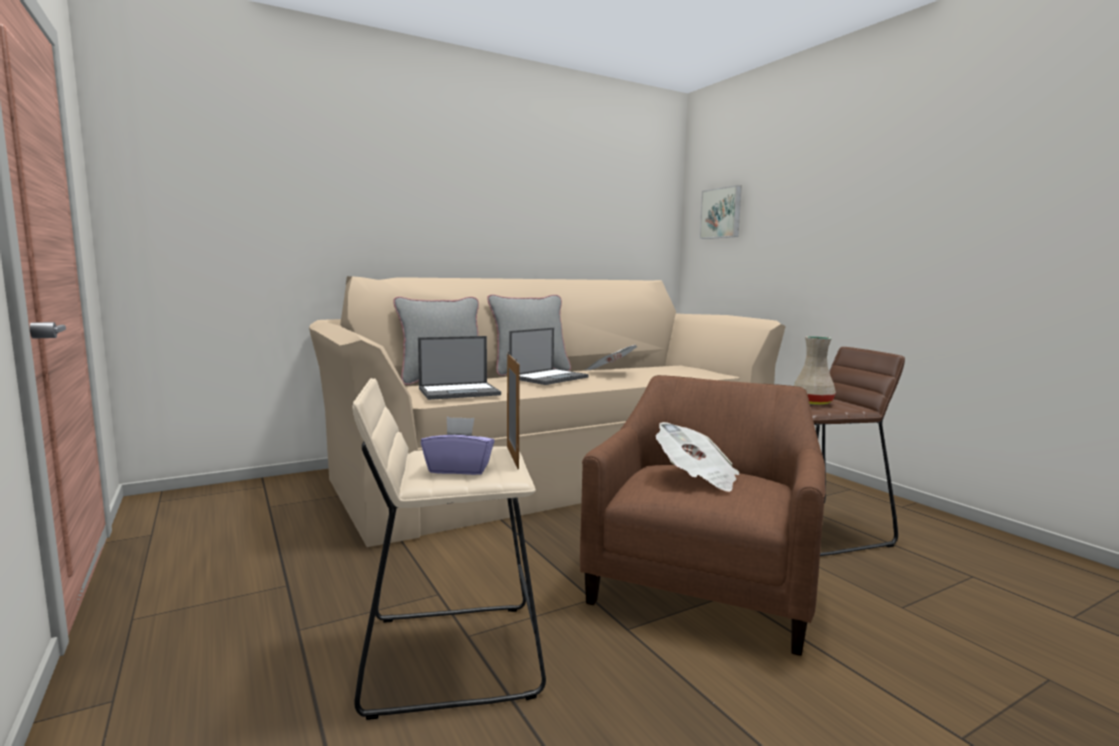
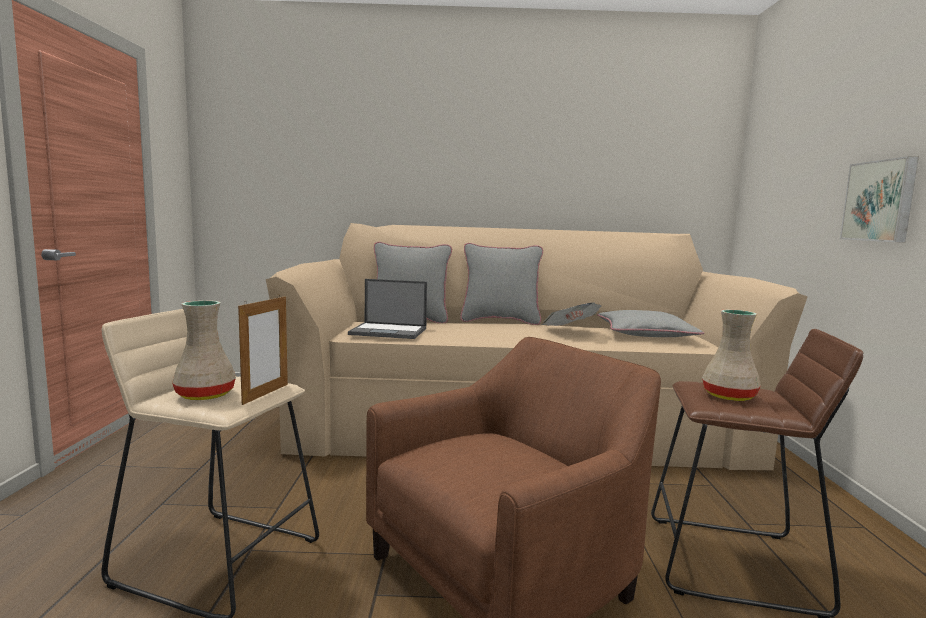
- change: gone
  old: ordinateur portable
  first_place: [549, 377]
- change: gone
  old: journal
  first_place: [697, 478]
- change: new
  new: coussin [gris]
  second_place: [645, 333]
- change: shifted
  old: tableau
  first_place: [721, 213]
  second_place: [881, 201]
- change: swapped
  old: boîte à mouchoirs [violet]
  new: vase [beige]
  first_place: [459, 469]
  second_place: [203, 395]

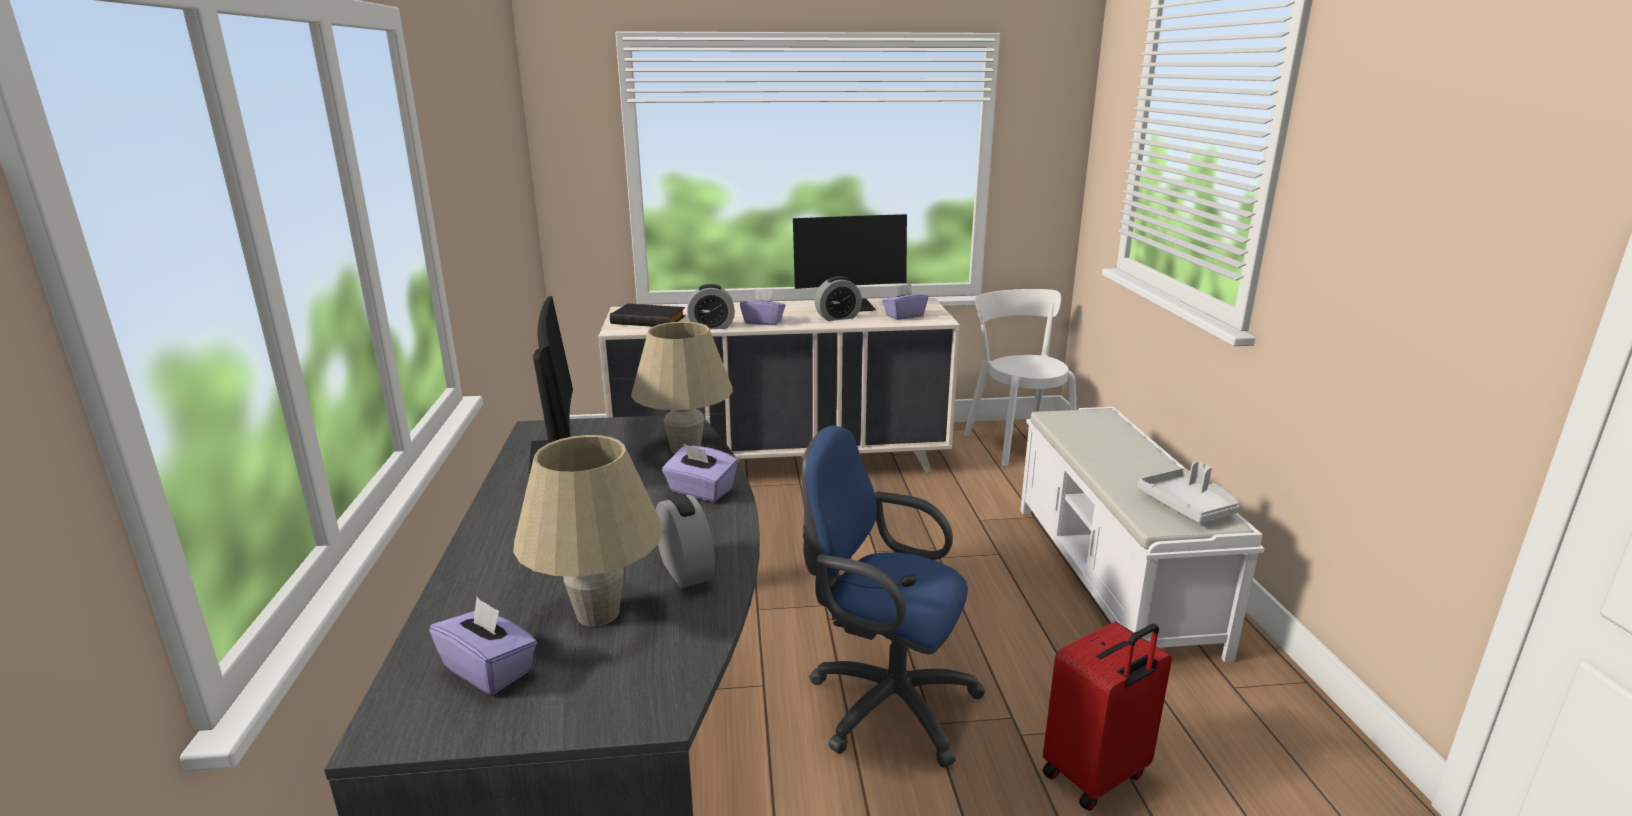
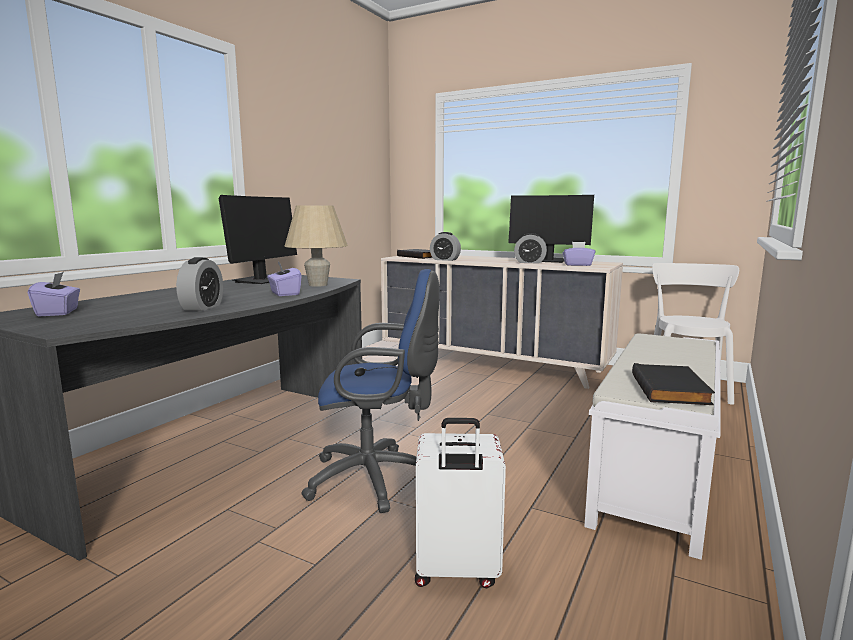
- change: gone
  old: lampe de table [beige]
  first_place: [598, 614]
- change: gone
  old: boîte à mouchoirs [violet]
  first_place: [763, 322]
- change: swapped
  old: plateau [gris]
  new: livre [noir]
  first_place: [1188, 506]
  second_place: [671, 389]
- change: repainted
  old: valise [rouge]
  new: valise [blanc]
  first_place: [1096, 776]
  second_place: [456, 572]
- change: rotated
  old: chaise de bureau [bleu]
  first_place: [884, 703]
  second_place: [377, 479]
  degrees: 120

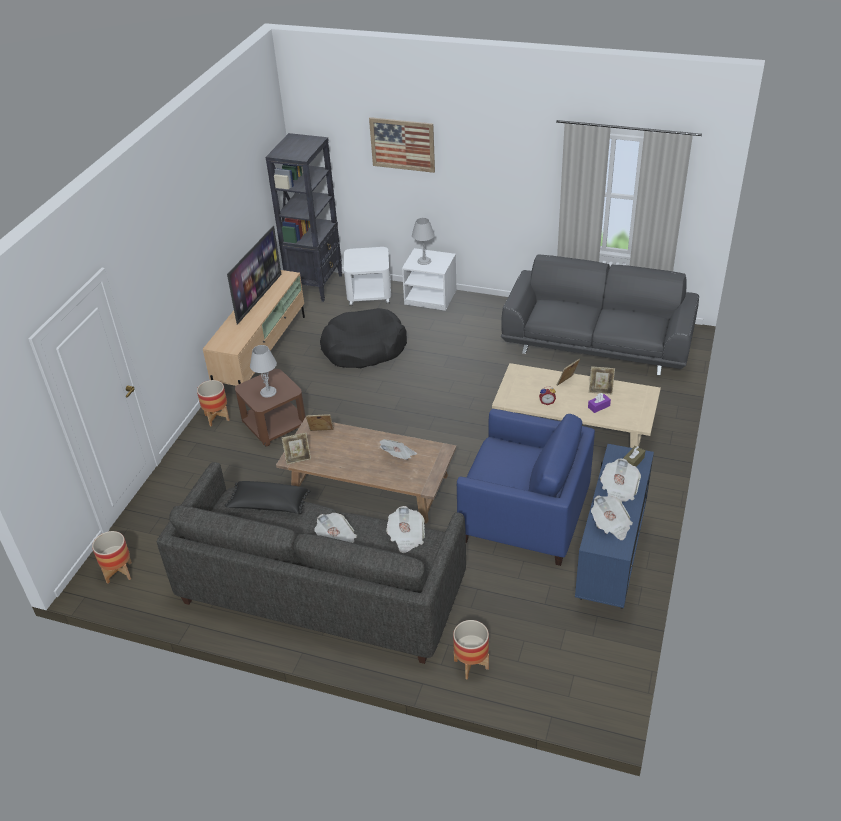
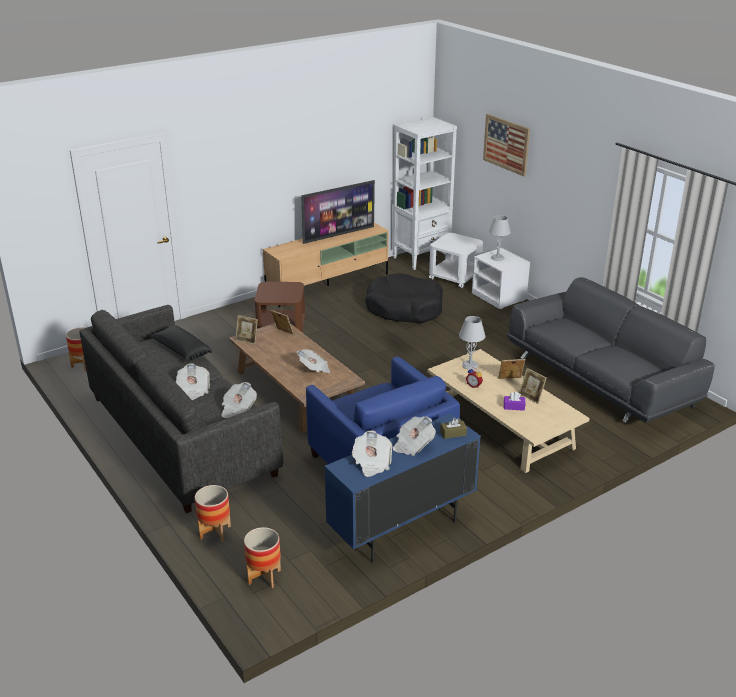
- change: shifted
  old: cache-pot
  first_place: [217, 417]
  second_place: [264, 577]
- change: shifted
  old: lampe de table [gris]
  first_place: [268, 392]
  second_place: [470, 365]
- change: repainted
  old: bibliothèque [noir]
  new: bibliothèque [blanc]
  first_place: [316, 285]
  second_place: [421, 258]

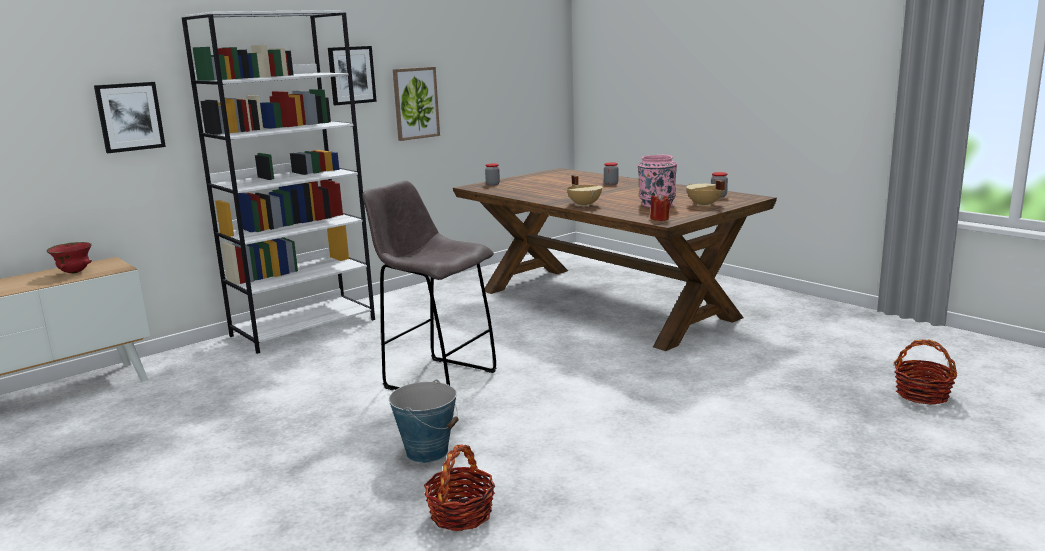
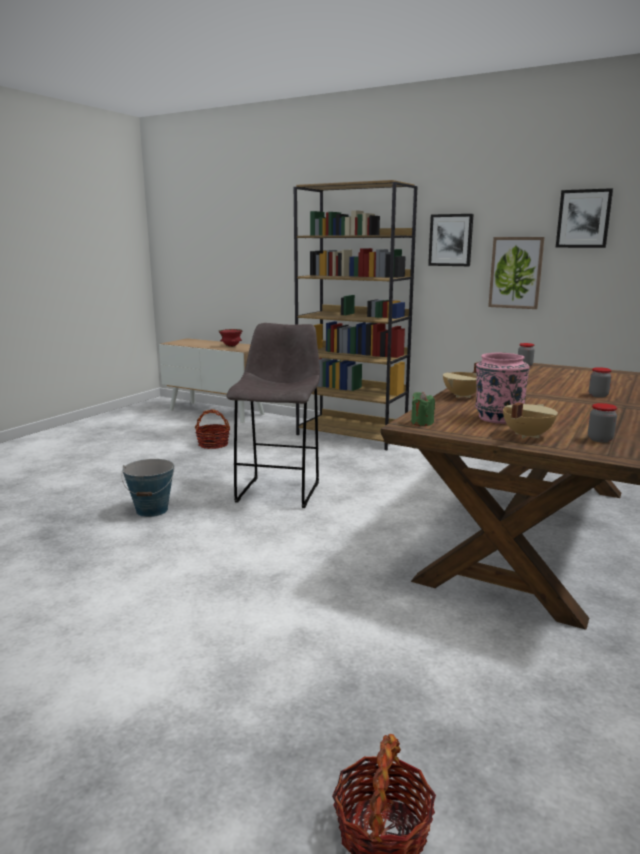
- change: shifted
  old: tableau
  first_place: [130, 117]
  second_place: [583, 218]
- change: shifted
  old: panier
  first_place: [461, 514]
  second_place: [213, 444]
- change: repainted
  old: bibliothèque [blanc]
  new: bibliothèque [marron]
  first_place: [304, 327]
  second_place: [352, 435]
- change: repainted
  old: bougie [rouge]
  new: bougie [vert]
  first_place: [659, 219]
  second_place: [422, 423]

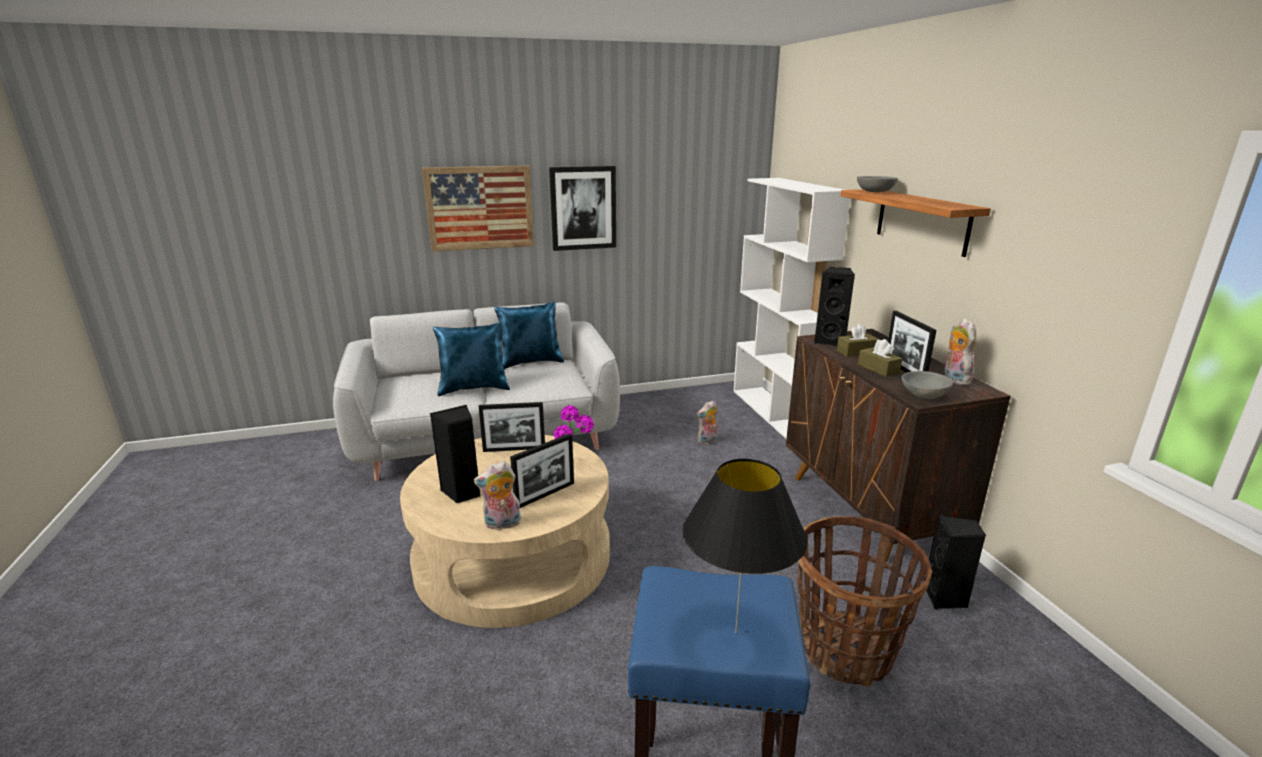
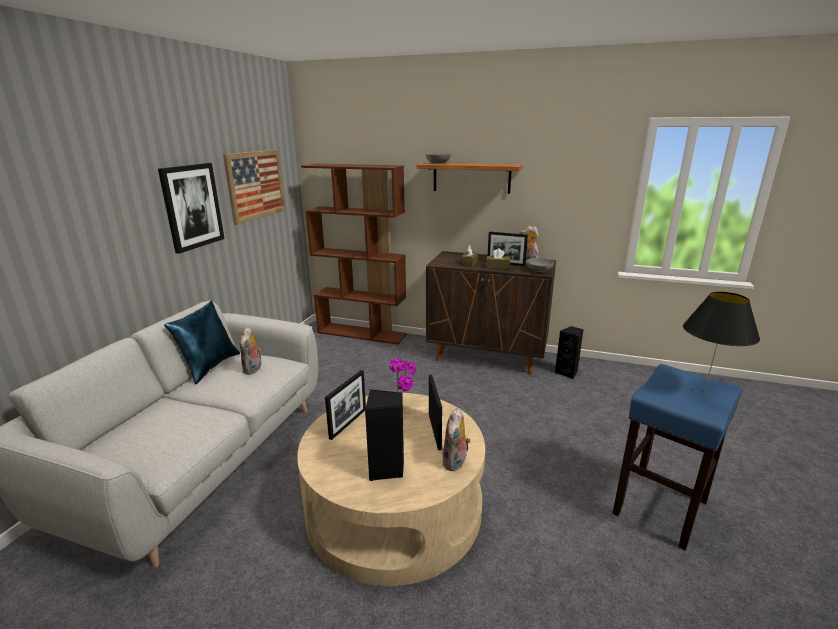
- change: gone
  old: coussin [bleu]
  first_place: [474, 388]
- change: gone
  old: panier
  first_place: [846, 650]
- change: gone
  old: enceinte [noir]
  first_place: [830, 341]
- change: shifted
  old: tableau
  first_place: [480, 208]
  second_place: [256, 185]
- change: shifted
  old: peluche
  first_place: [707, 441]
  second_place: [253, 369]
- change: repainted
  old: bibliothèque [blanc]
  new: bibliothèque [marron]
  first_place: [774, 412]
  second_place: [362, 333]

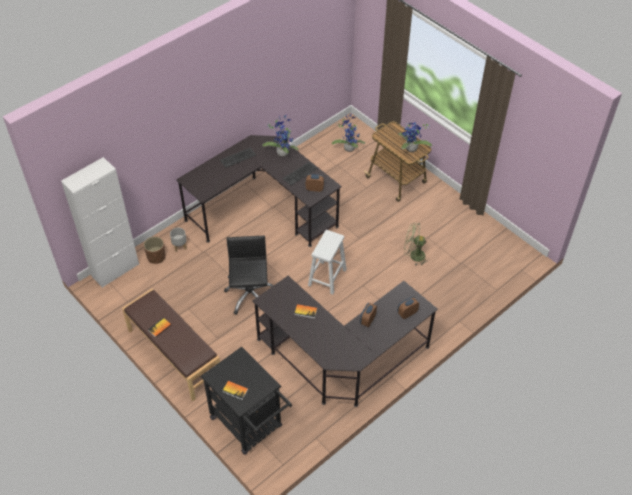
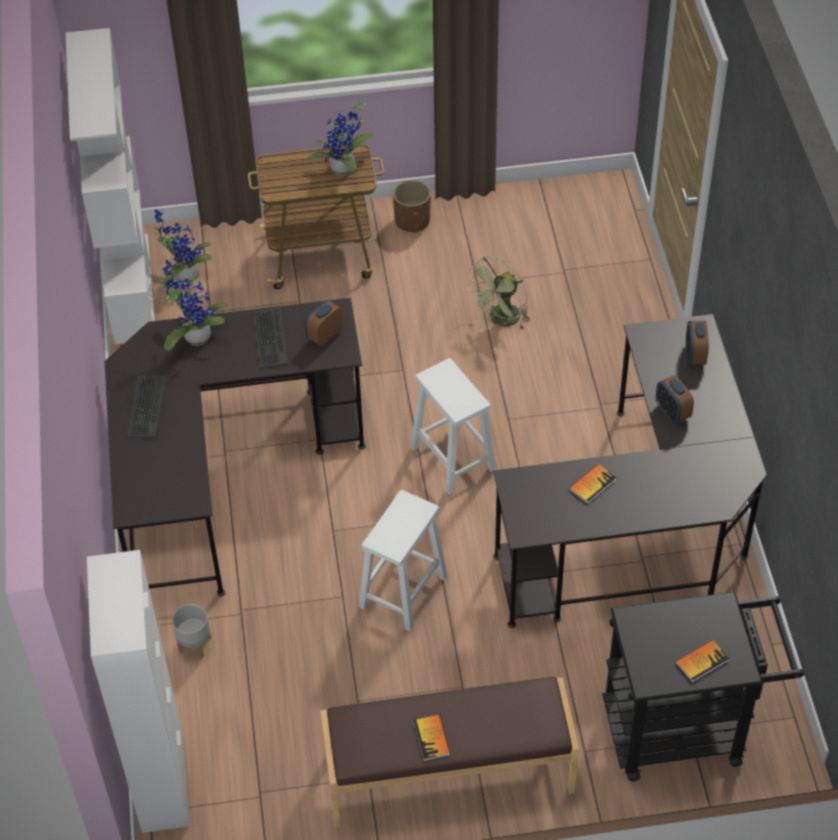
- change: new
  new: bibliothèque [blanc]
  second_place: [130, 288]
- change: shifted
  old: cache-pot [marron]
  first_place: [156, 257]
  second_place: [412, 221]
- change: swapped
  old: chaise de bureau [noir]
  new: tabouret [blanc]
  first_place: [250, 295]
  second_place: [403, 590]

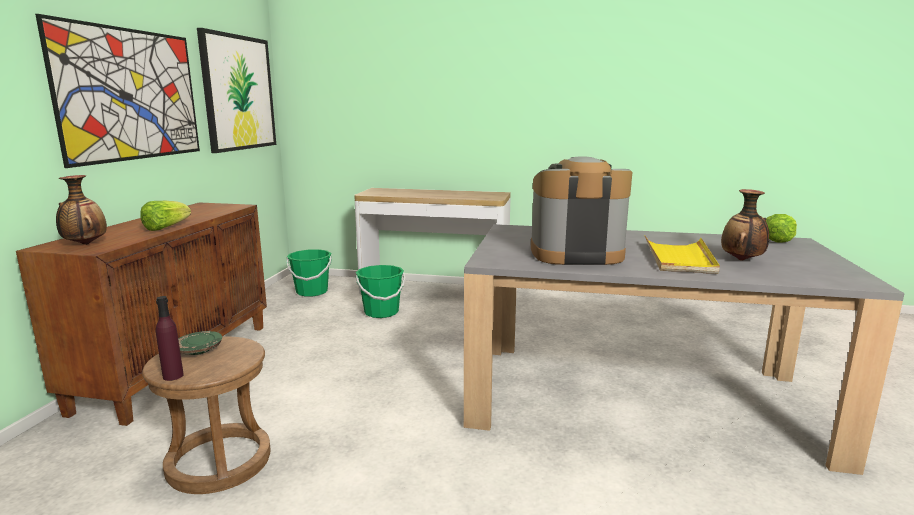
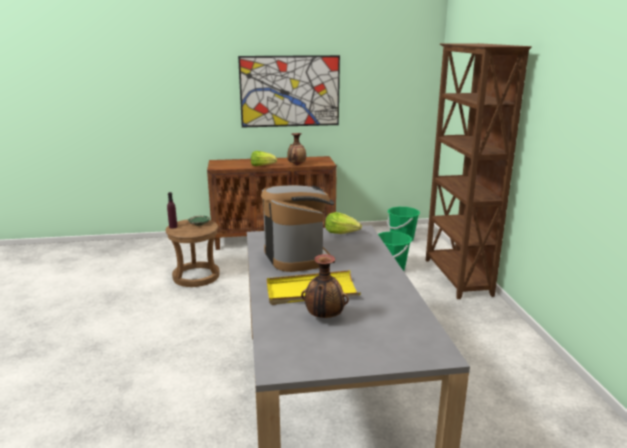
- change: gone
  old: tableau
  first_place: [238, 93]
- change: shifted
  old: vase
  first_place: [85, 244]
  second_place: [296, 165]
- change: shifted
  old: laitue
  first_place: [778, 240]
  second_place: [341, 233]
- change: swapped
  old: table console
  new: bibliothèque [marron]
  first_place: [434, 291]
  second_place: [456, 277]

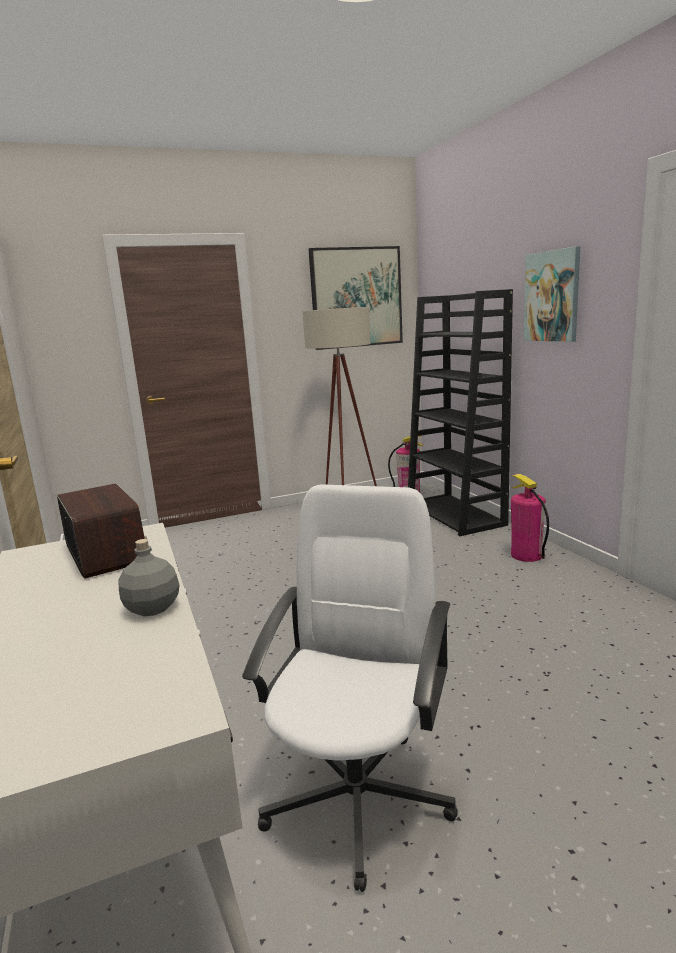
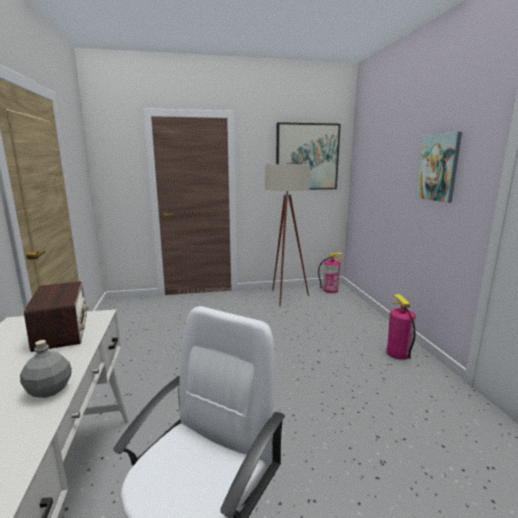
- change: gone
  old: bibliothèque [noir]
  first_place: [456, 515]

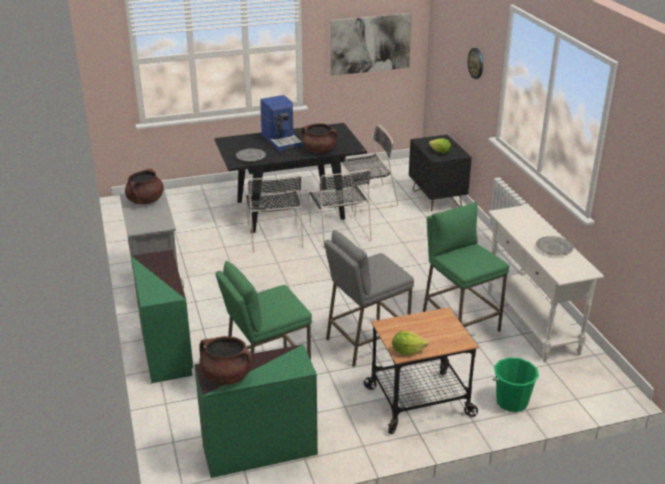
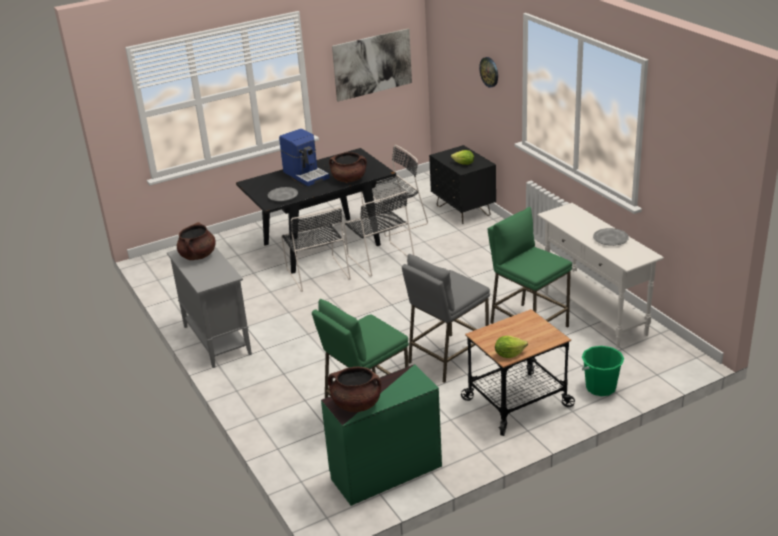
- change: gone
  old: commode [vert]
  first_place: [167, 350]

